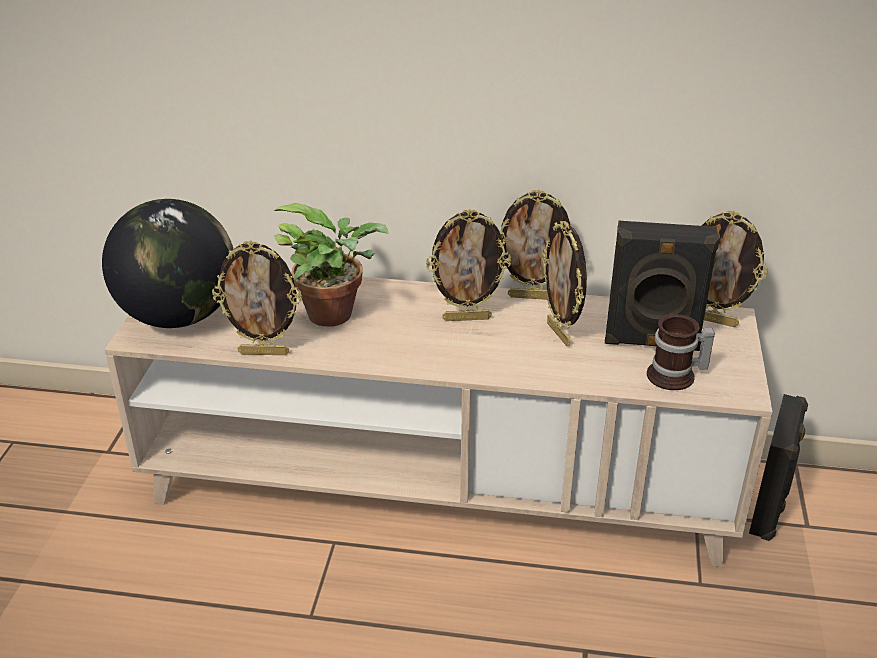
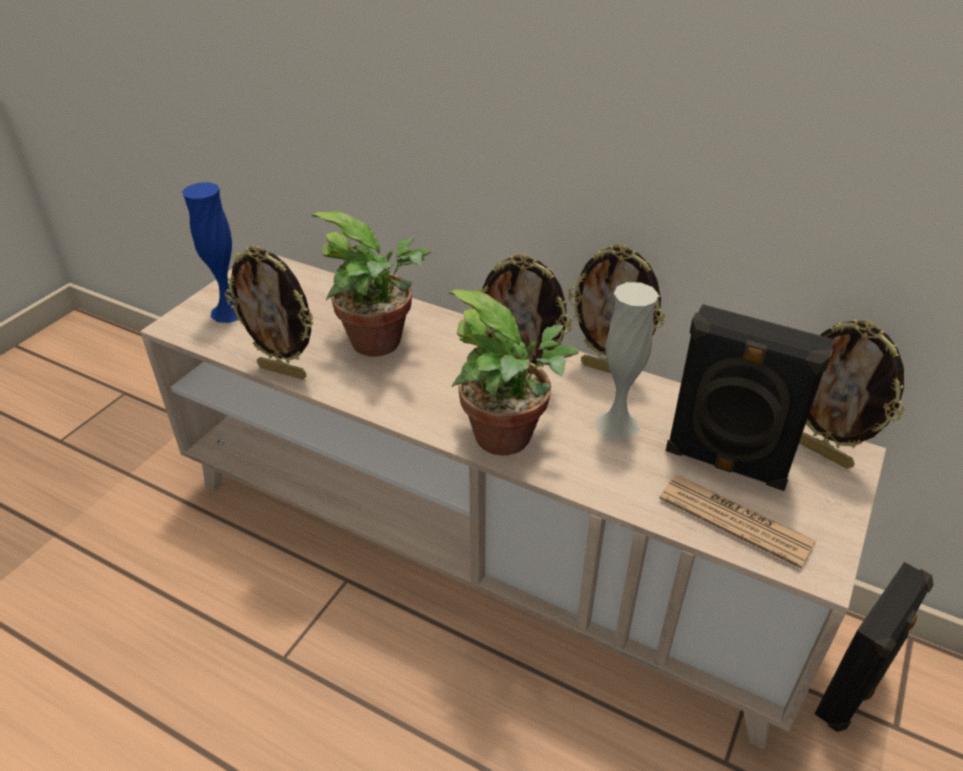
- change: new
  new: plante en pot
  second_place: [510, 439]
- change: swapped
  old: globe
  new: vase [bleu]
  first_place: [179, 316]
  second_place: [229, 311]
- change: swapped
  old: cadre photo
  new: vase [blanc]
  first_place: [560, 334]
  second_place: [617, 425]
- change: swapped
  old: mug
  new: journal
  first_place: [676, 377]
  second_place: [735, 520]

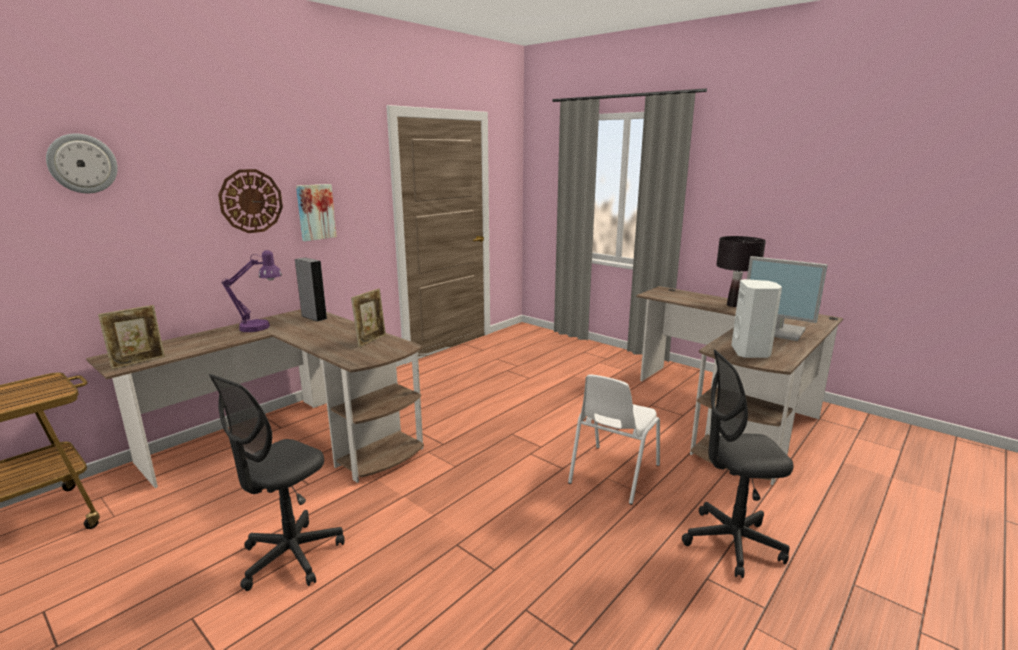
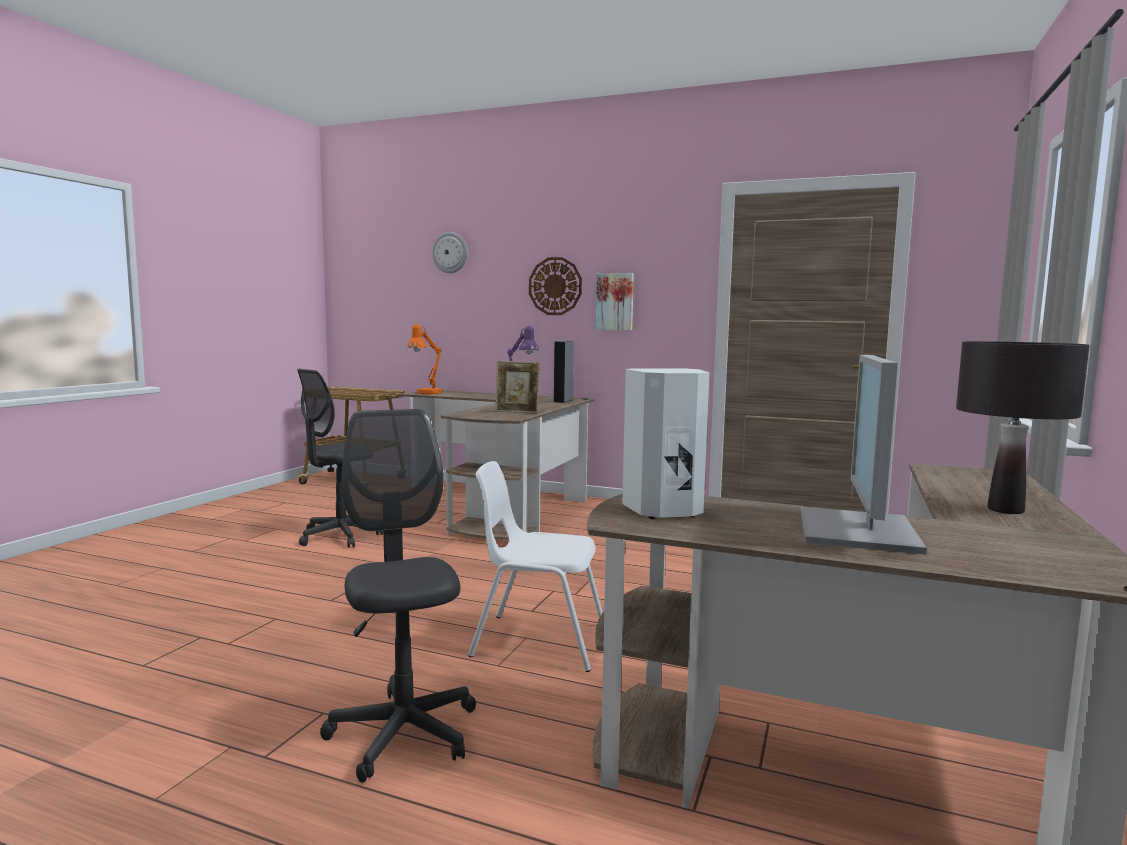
- change: swapped
  old: cadre photo
  new: lampe de table [orange]
  first_place: [139, 362]
  second_place: [425, 393]
- change: rotated
  old: chaise de bureau [gris]
  first_place: [291, 557]
  second_place: [340, 536]
  degrees: -60

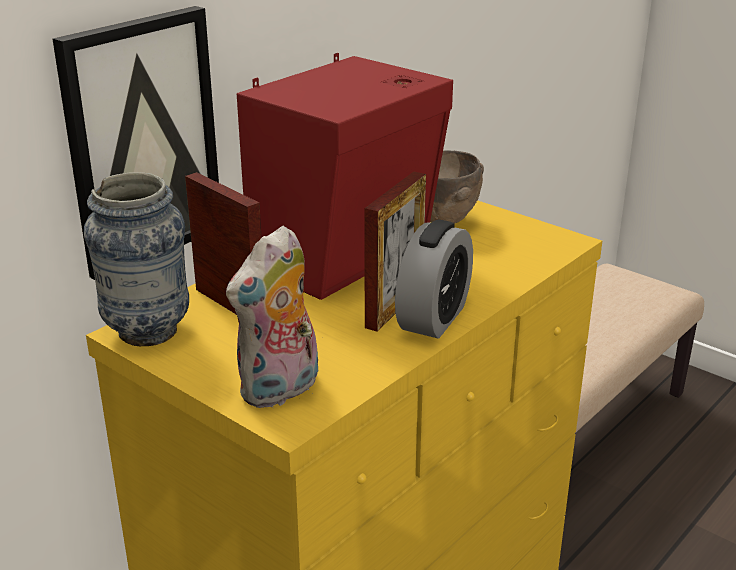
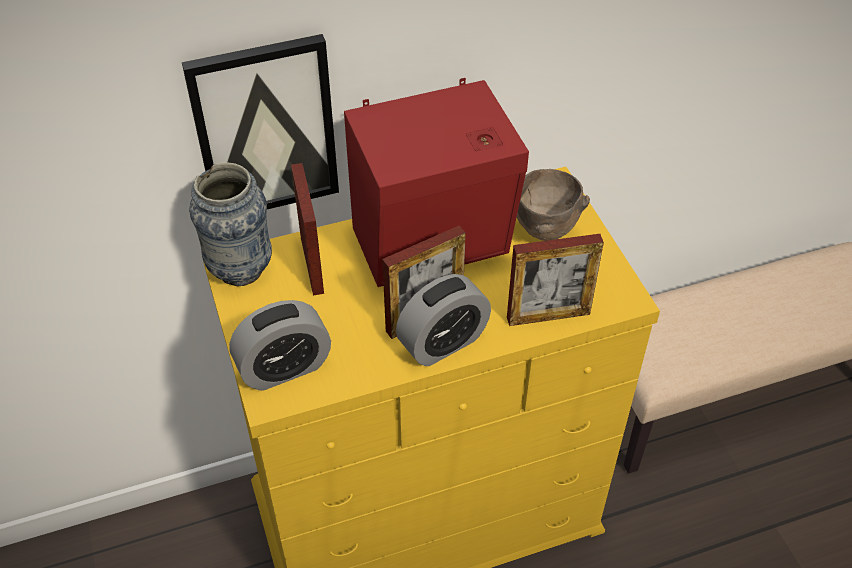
- change: new
  new: cadre photo
  second_place: [548, 316]
- change: swapped
  old: peluche
  new: réveil
  first_place: [281, 390]
  second_place: [284, 368]

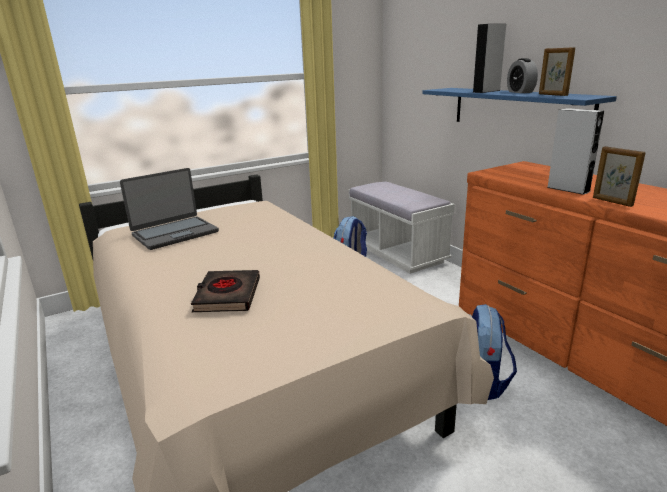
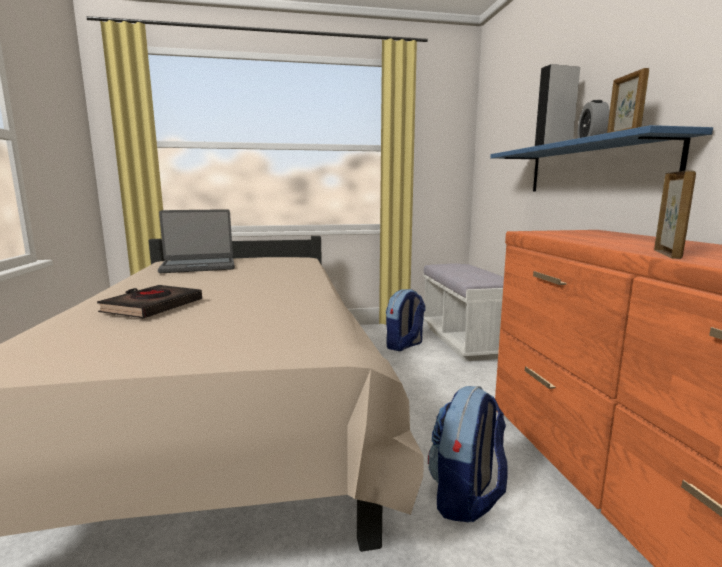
- change: gone
  old: enceinte [gris]
  first_place: [568, 189]
- change: rotated
  old: cadre photo
  first_place: [612, 202]
  second_place: [667, 254]
  degrees: -150

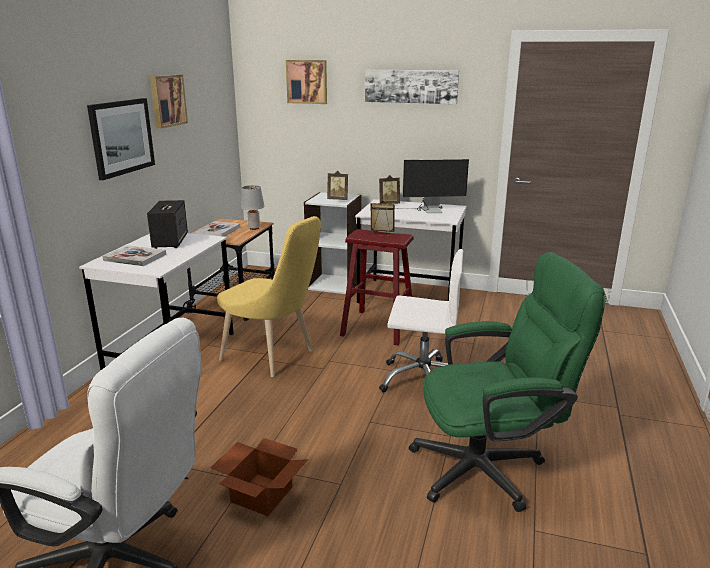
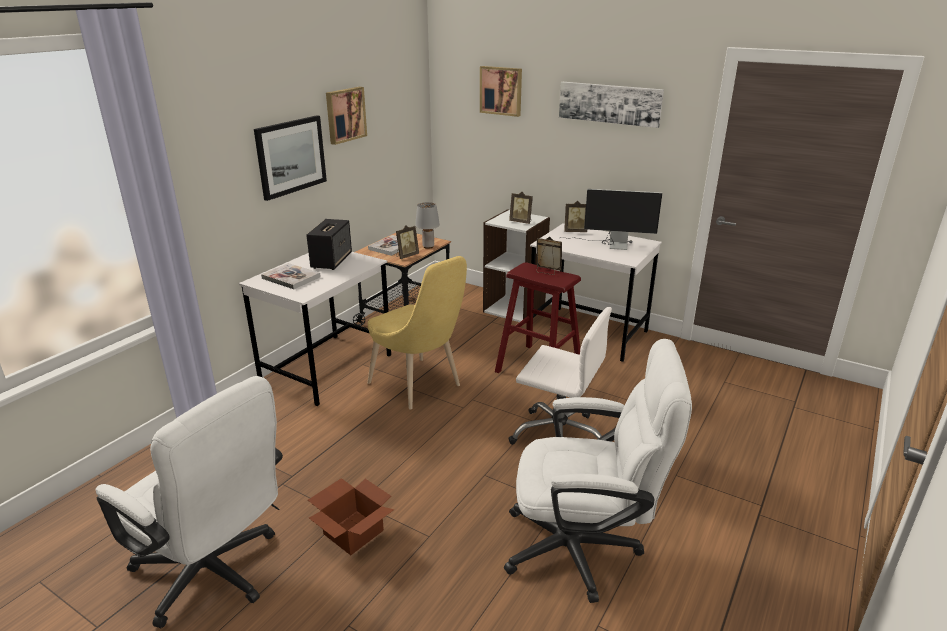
- change: new
  new: cadre photo
  second_place: [406, 256]
- change: repainted
  old: chaise de bureau [vert]
  new: chaise de bureau [blanc]
  first_place: [490, 468]
  second_place: [584, 549]

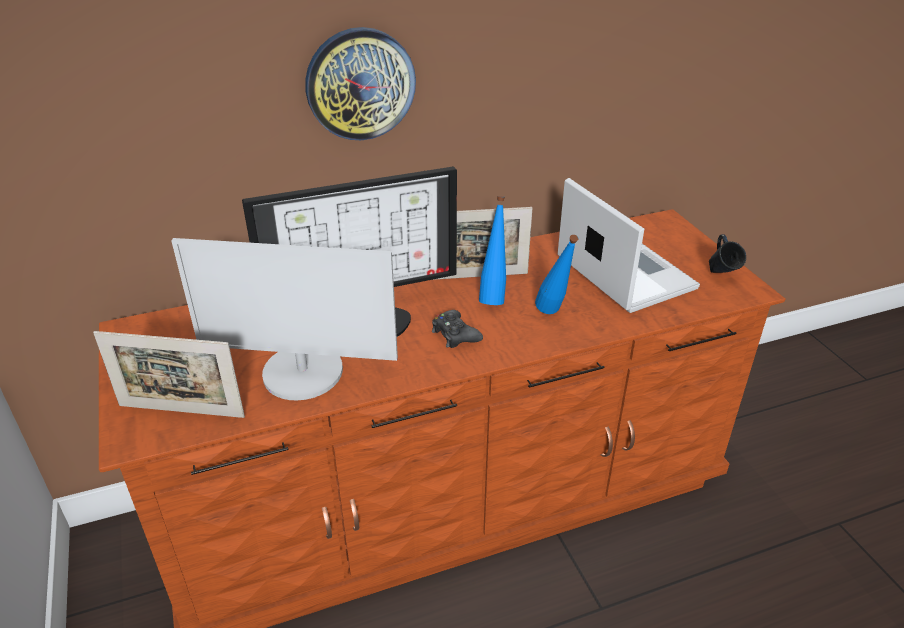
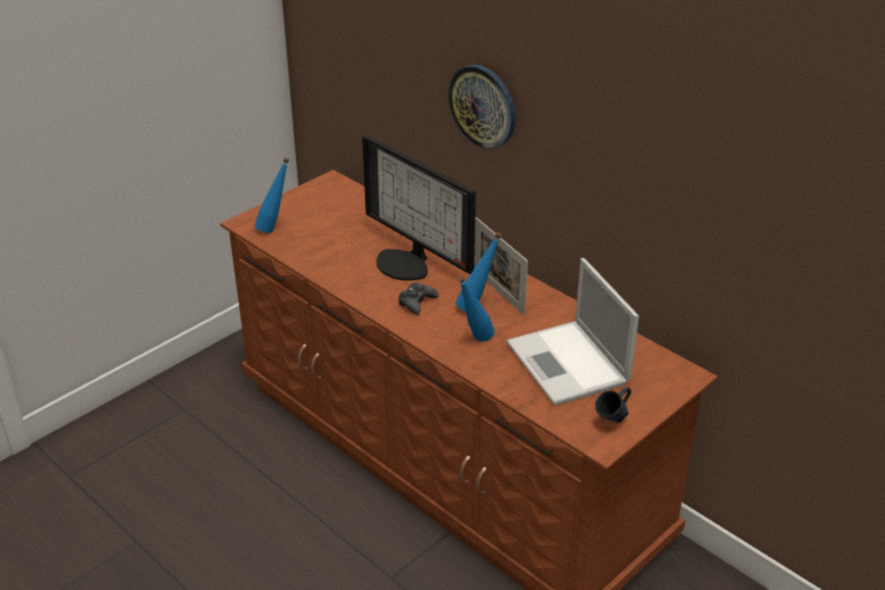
- change: gone
  old: écran d'ordinateur
  first_place: [303, 373]
- change: swapped
  old: cadre photo
  new: bouteille [bleu]
  first_place: [181, 411]
  second_place: [275, 228]
- change: rotated
  old: ordinateur portable
  first_place: [623, 272]
  second_place: [568, 364]
  degrees: 120

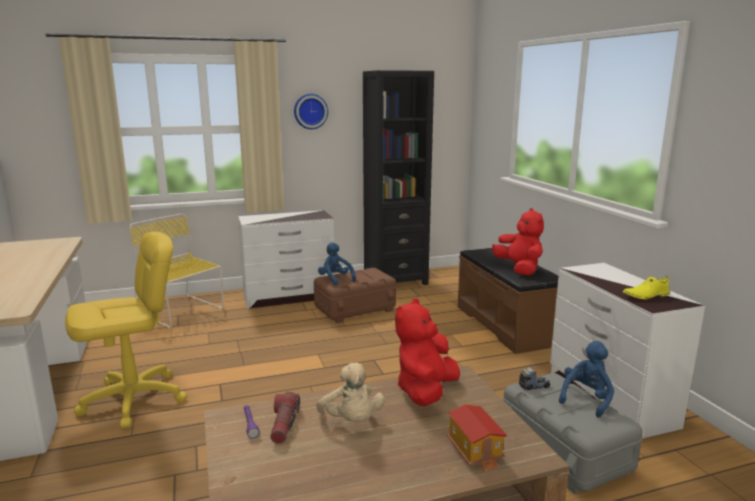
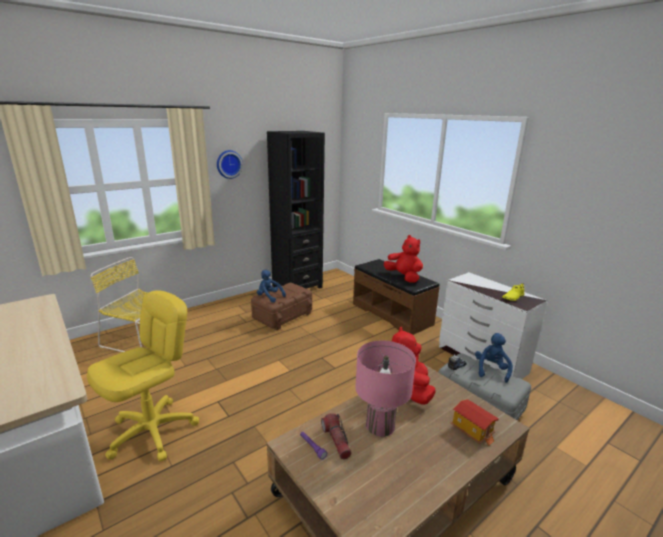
- change: gone
  old: commode [blanc]
  first_place: [290, 297]
- change: swapped
  old: peluche [beige]
  new: lampe de table [rose]
  first_place: [351, 421]
  second_place: [380, 425]

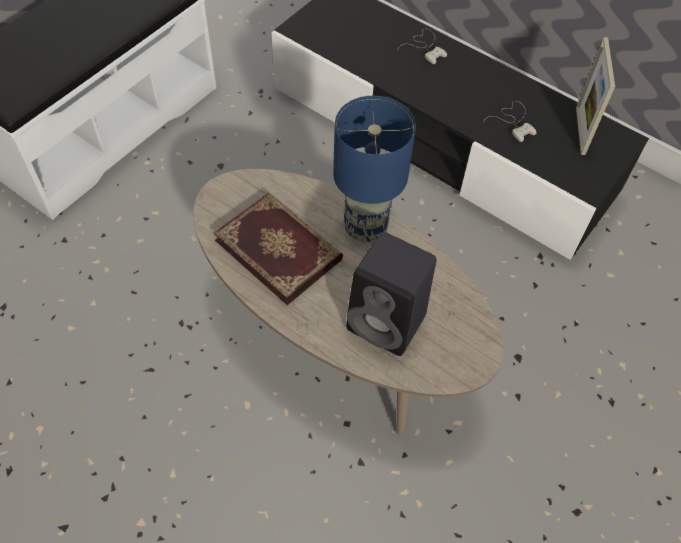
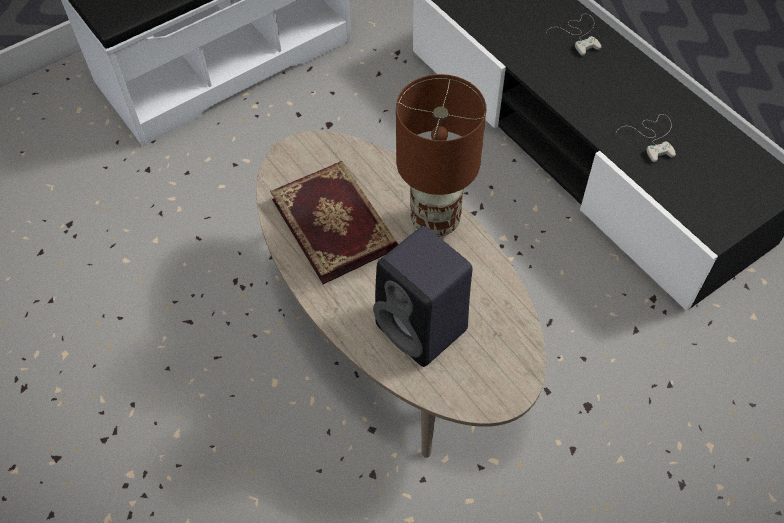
- change: gone
  old: cadre photo
  first_place: [580, 130]
- change: repainted
  old: lampe de table [bleu]
  new: lampe de table [marron]
  first_place: [364, 228]
  second_place: [434, 221]

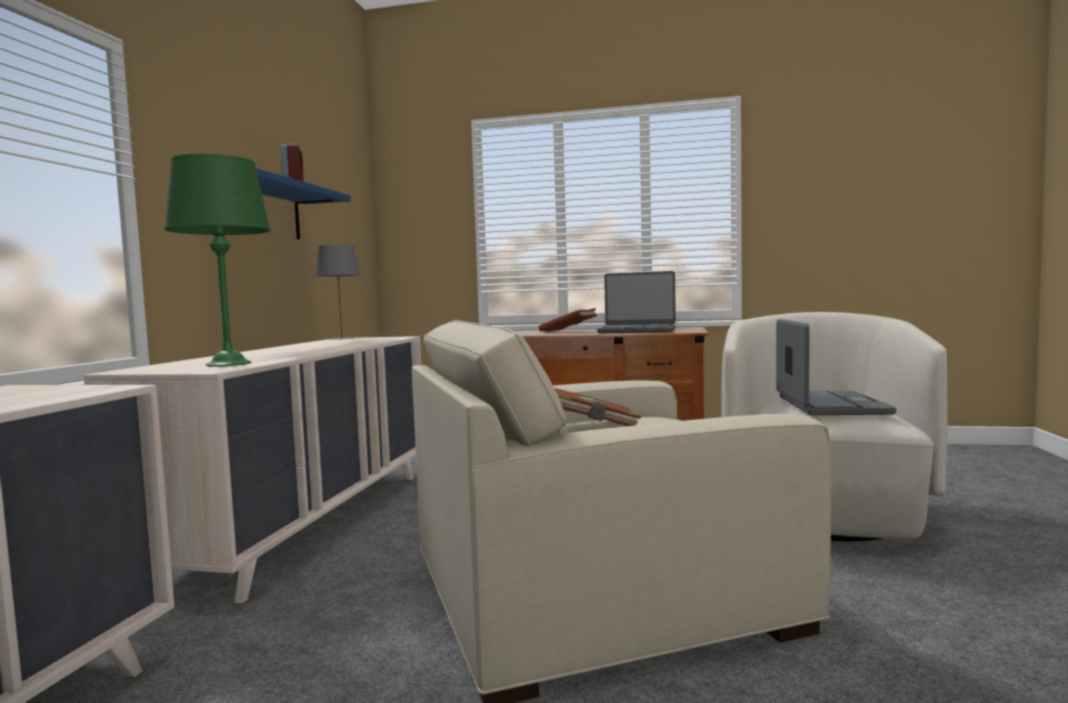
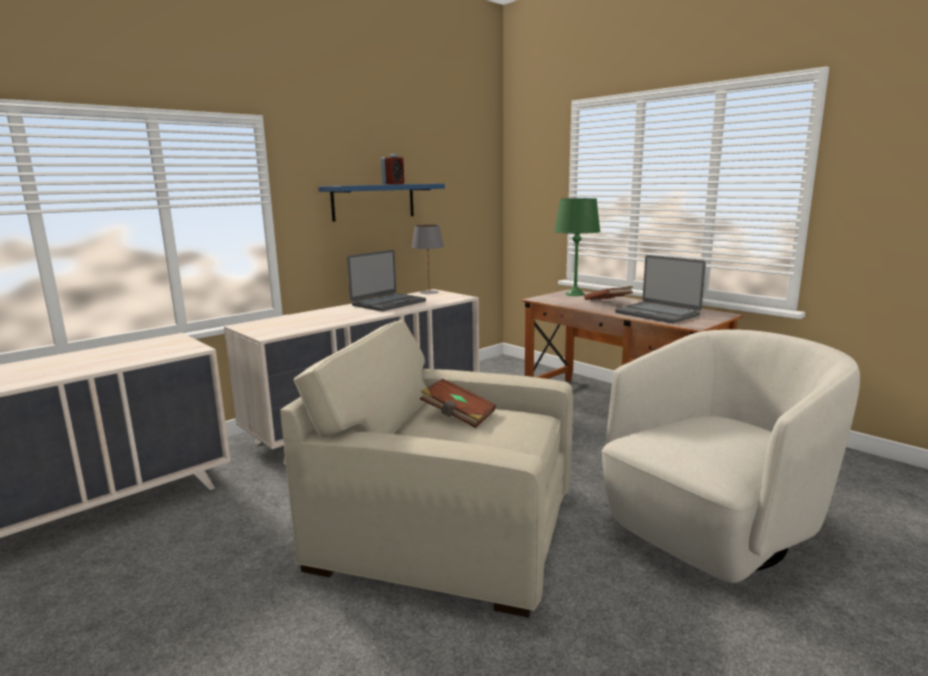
- change: shifted
  old: lampe de table [vert]
  first_place: [228, 364]
  second_place: [574, 294]
- change: shifted
  old: ordinateur portable
  first_place: [829, 405]
  second_place: [388, 303]

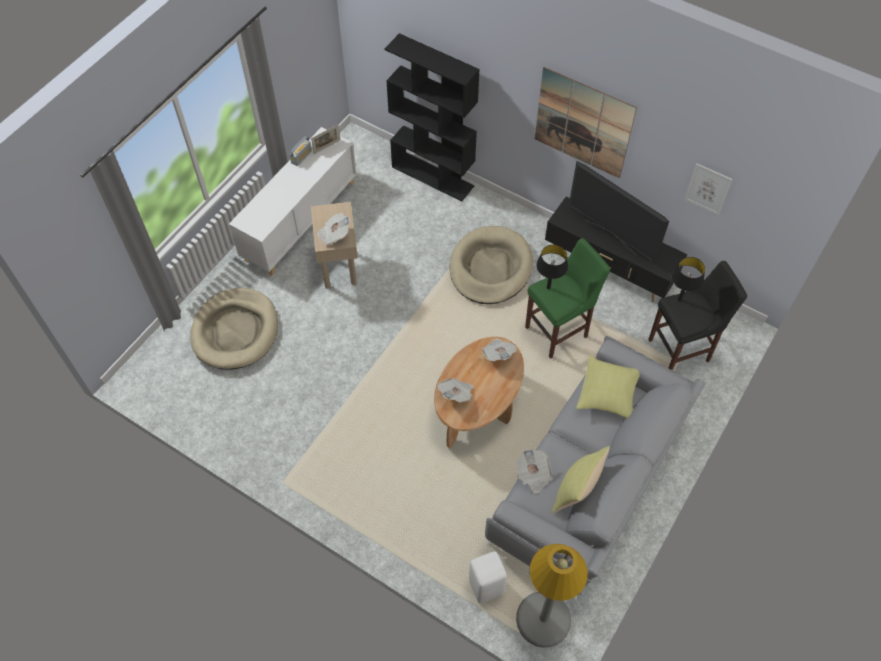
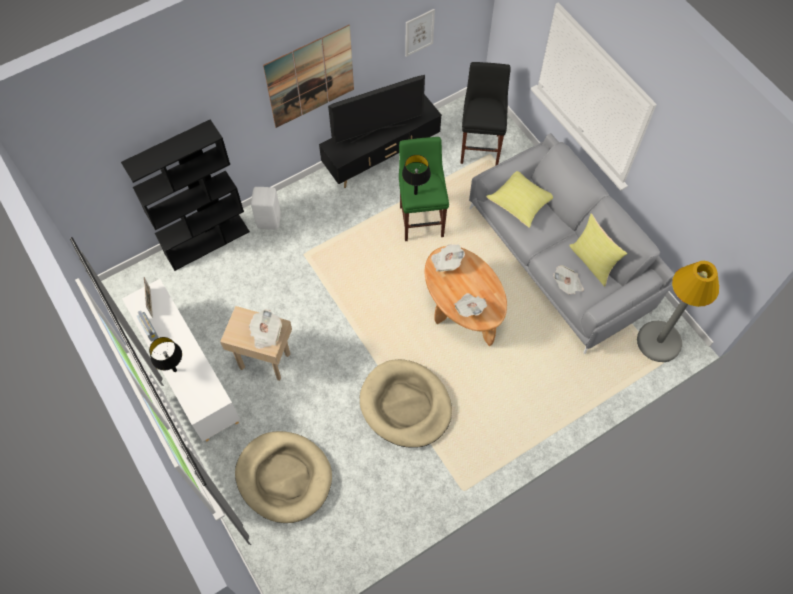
- change: shifted
  old: panier pour chien [beige]
  first_place: [490, 268]
  second_place: [405, 405]
- change: shifted
  old: tabouret [blanc]
  first_place: [485, 587]
  second_place: [269, 221]
- change: shifted
  old: lampe de table [noir]
  first_place: [679, 299]
  second_place: [175, 370]

